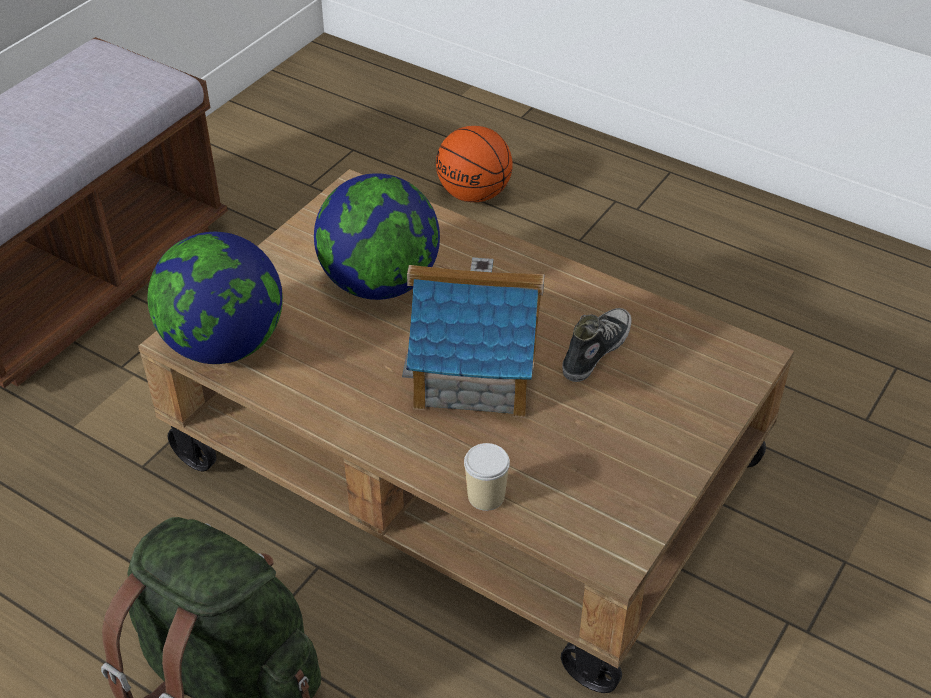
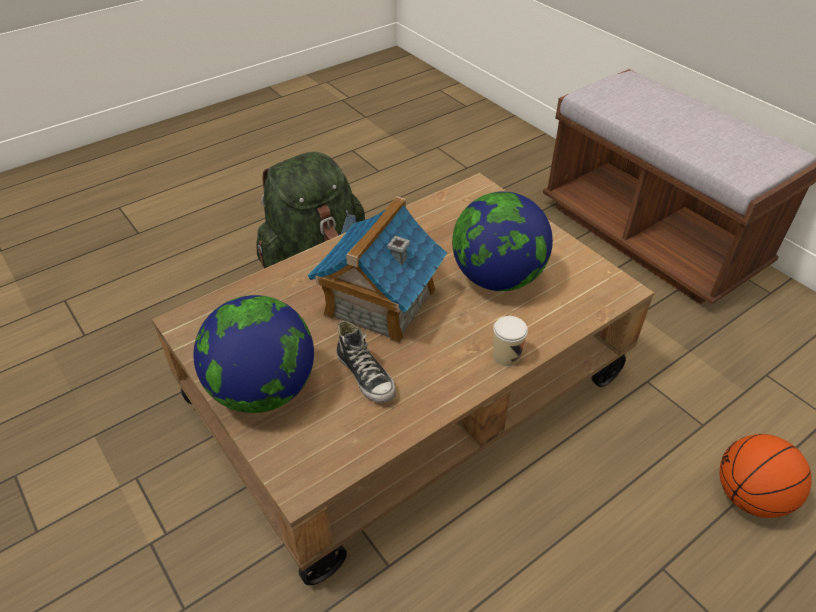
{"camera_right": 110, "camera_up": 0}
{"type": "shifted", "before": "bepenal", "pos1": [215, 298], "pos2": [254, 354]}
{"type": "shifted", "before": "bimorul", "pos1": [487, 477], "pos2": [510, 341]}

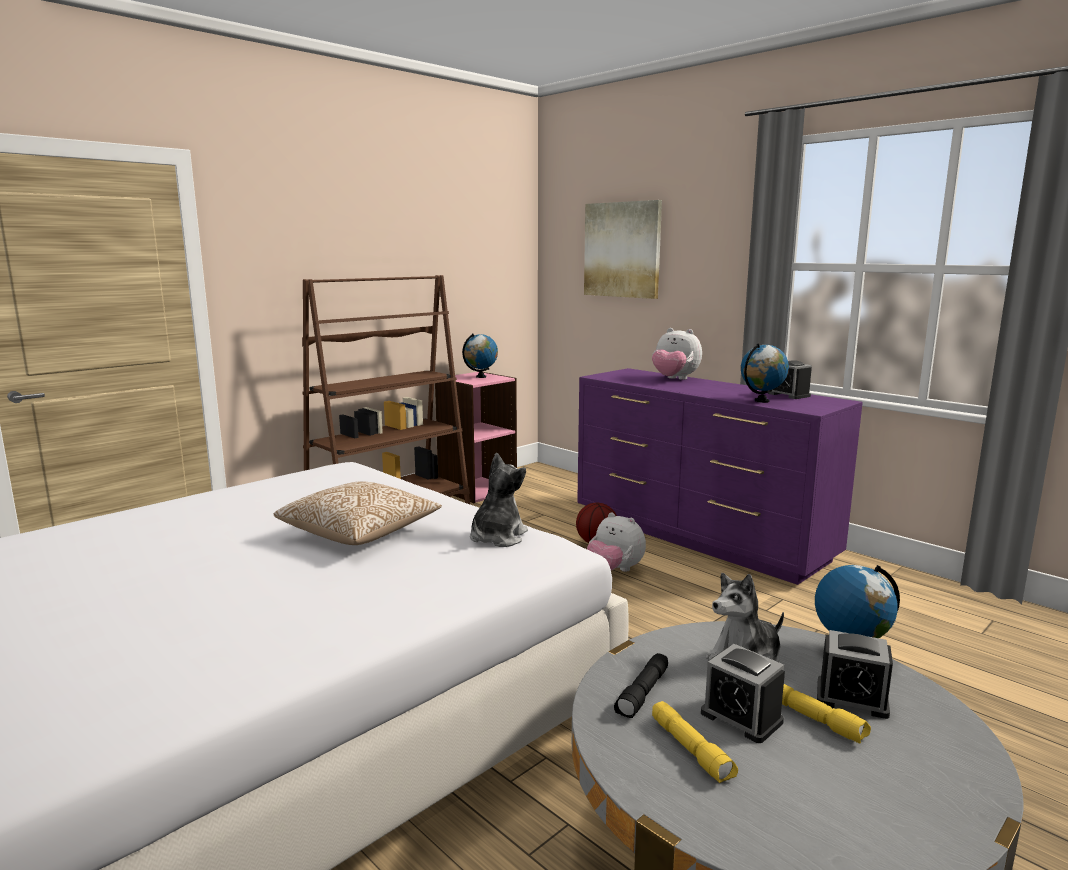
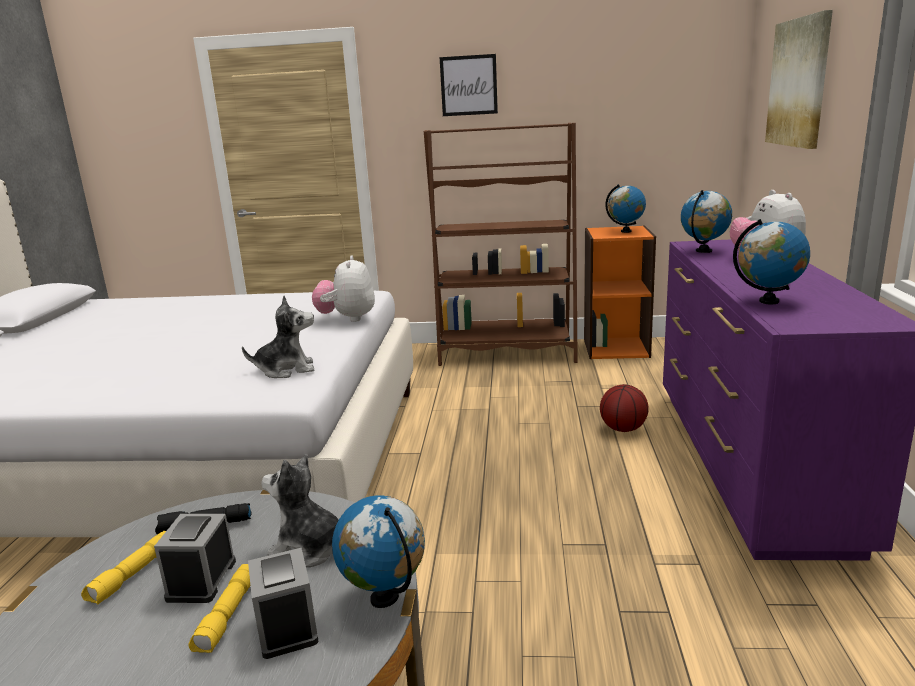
{"camera_right": 50, "camera_up": 5}
{"type": "shifted", "before": "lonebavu", "pos1": [616, 542], "pos2": [343, 289]}
{"type": "new", "after": "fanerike", "pos2": [469, 85]}
{"type": "repainted", "before": "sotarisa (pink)", "after": "sotarisa (orange)", "pos1": [476, 437], "pos2": [620, 292]}
{"type": "new", "after": "bepenal", "pos2": [706, 221]}
{"type": "gone", "before": "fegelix", "pos1": [358, 513]}
{"type": "gone", "before": "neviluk", "pos1": [790, 379]}

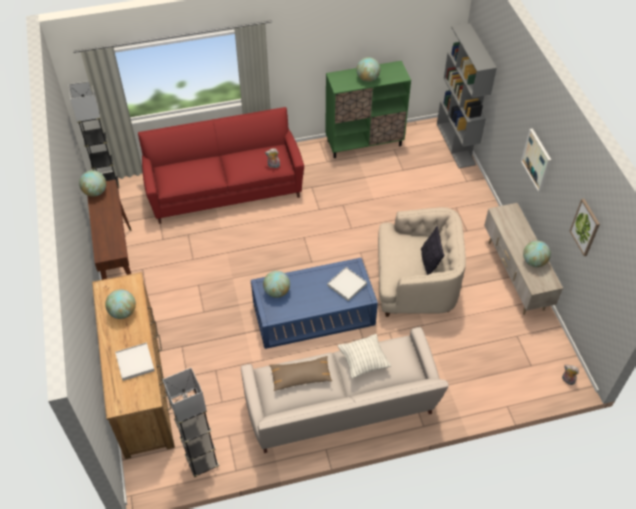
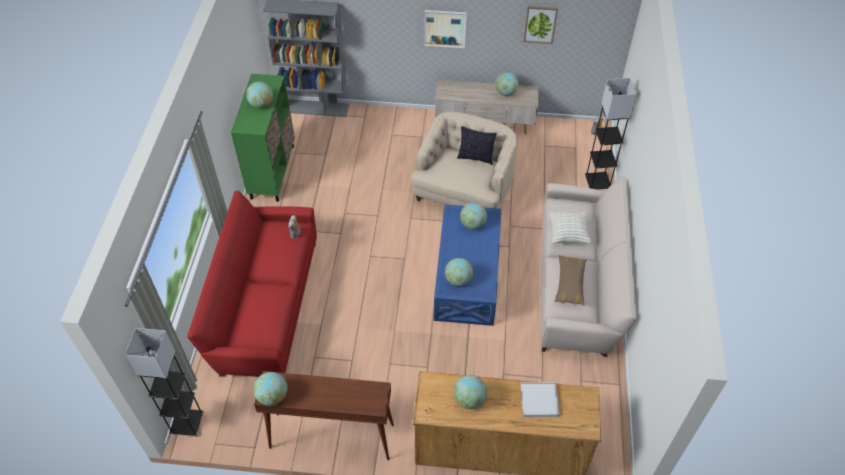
{"camera_right": -70, "camera_up": 0}
{"type": "swapped", "before": "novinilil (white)", "after": "bepenal", "pos1": [347, 284], "pos2": [473, 216]}
{"type": "shifted", "before": "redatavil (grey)", "pos1": [190, 422], "pos2": [611, 133]}

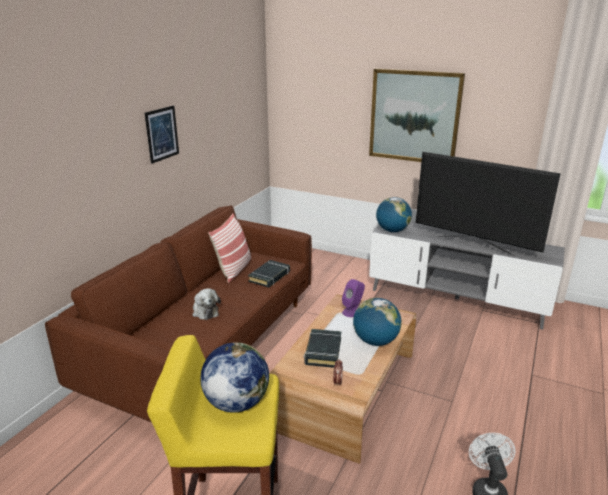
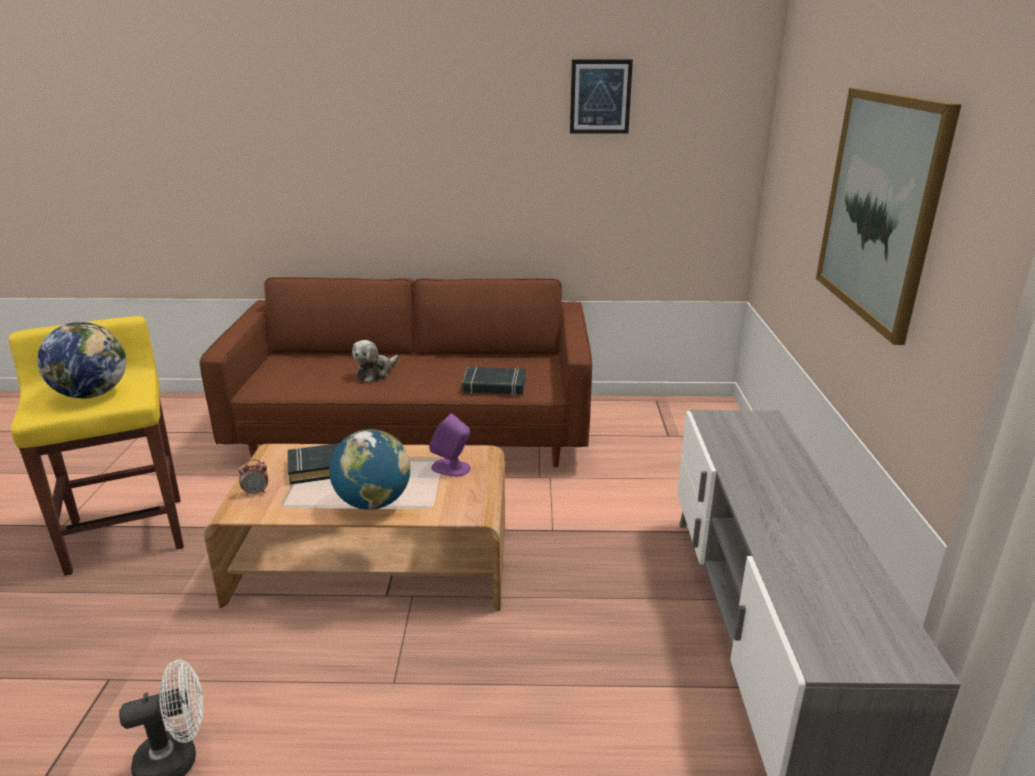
{"camera_right": 65, "camera_up": 0}
{"type": "shifted", "before": "fanerike", "pos1": [162, 135], "pos2": [601, 96]}
{"type": "gone", "before": "fegelix", "pos1": [229, 248]}
{"type": "gone", "before": "bepenal", "pos1": [394, 214]}
{"type": "gone", "before": "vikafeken", "pos1": [488, 204]}

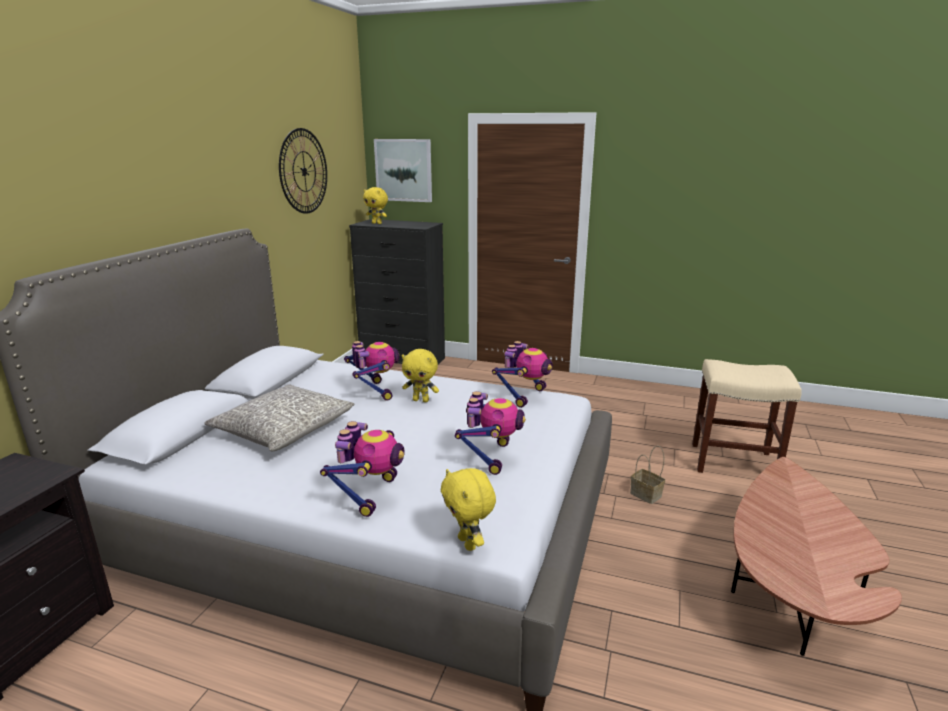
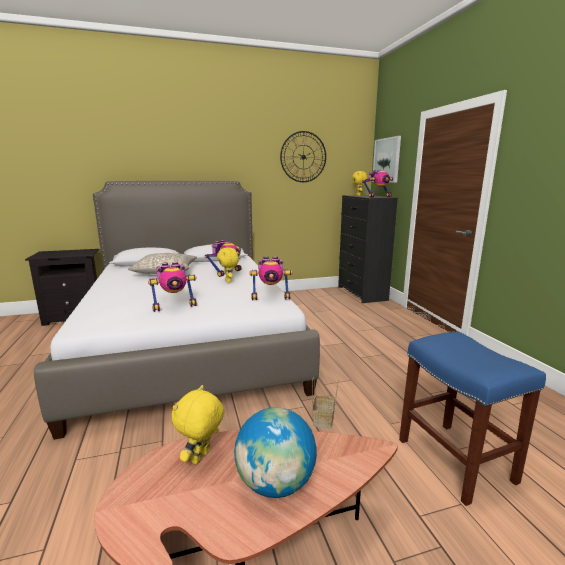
{"camera_right": 55, "camera_up": -5}
{"type": "shifted", "before": "lonebavu (yellow)", "pos1": [468, 509], "pos2": [198, 425]}
{"type": "new", "after": "bepenal", "pos2": [275, 452]}
{"type": "shifted", "before": "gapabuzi", "pos1": [362, 469], "pos2": [377, 184]}
{"type": "repainted", "before": "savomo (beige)", "after": "savomo (blue)", "pos1": [747, 416], "pos2": [472, 419]}

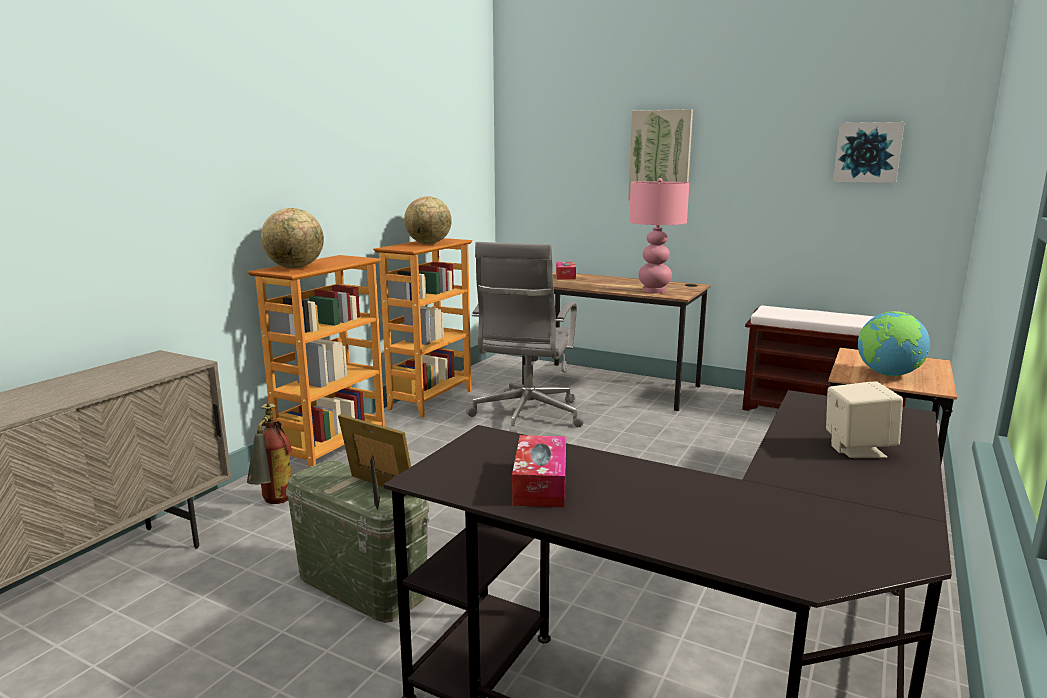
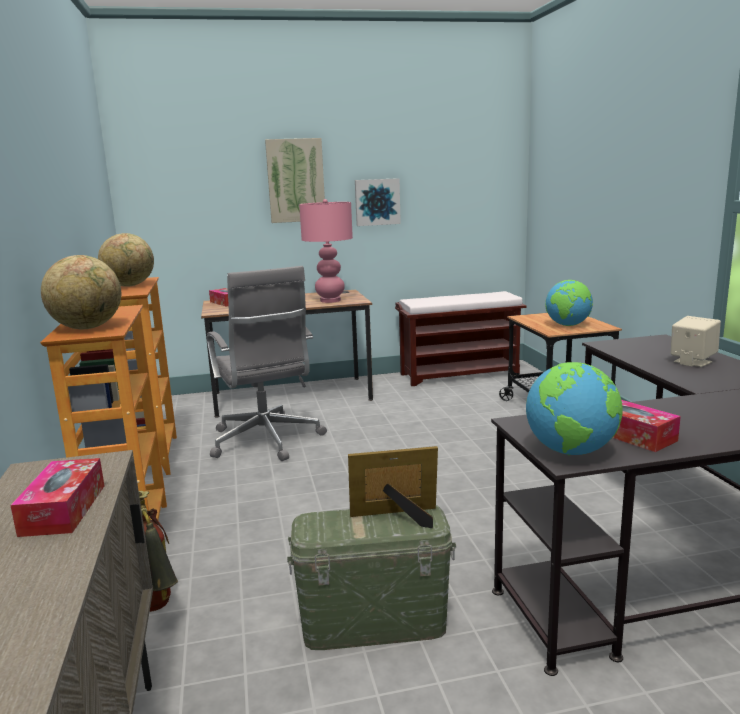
{"camera_right": -40, "camera_up": 0}
{"type": "new", "after": "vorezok", "pos2": [57, 497]}
{"type": "shifted", "before": "fanerike", "pos1": [869, 152], "pos2": [378, 202]}
{"type": "new", "after": "bepenal", "pos2": [574, 408]}

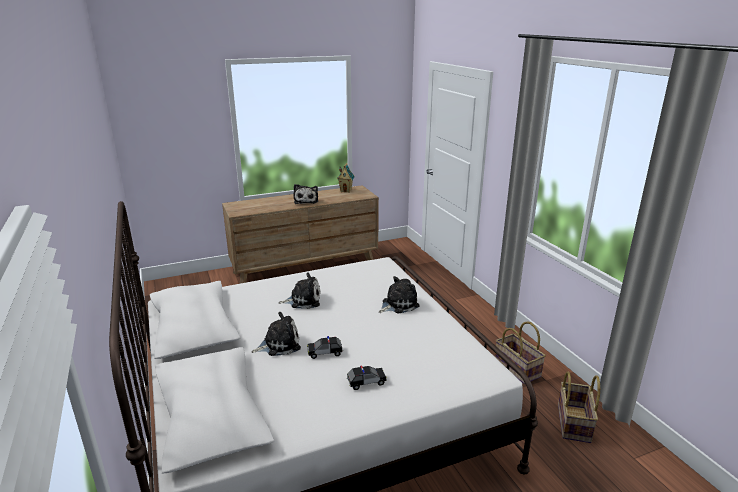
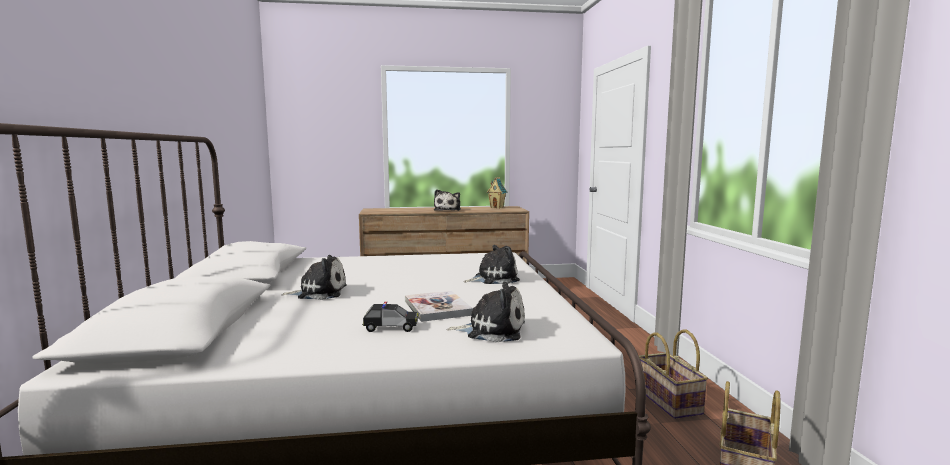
{"camera_right": 15, "camera_up": -15}
{"type": "new", "after": "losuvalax", "pos2": [439, 306]}
{"type": "shifted", "before": "lonebavu", "pos1": [299, 290], "pos2": [486, 312]}
{"type": "gone", "before": "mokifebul", "pos1": [325, 347]}

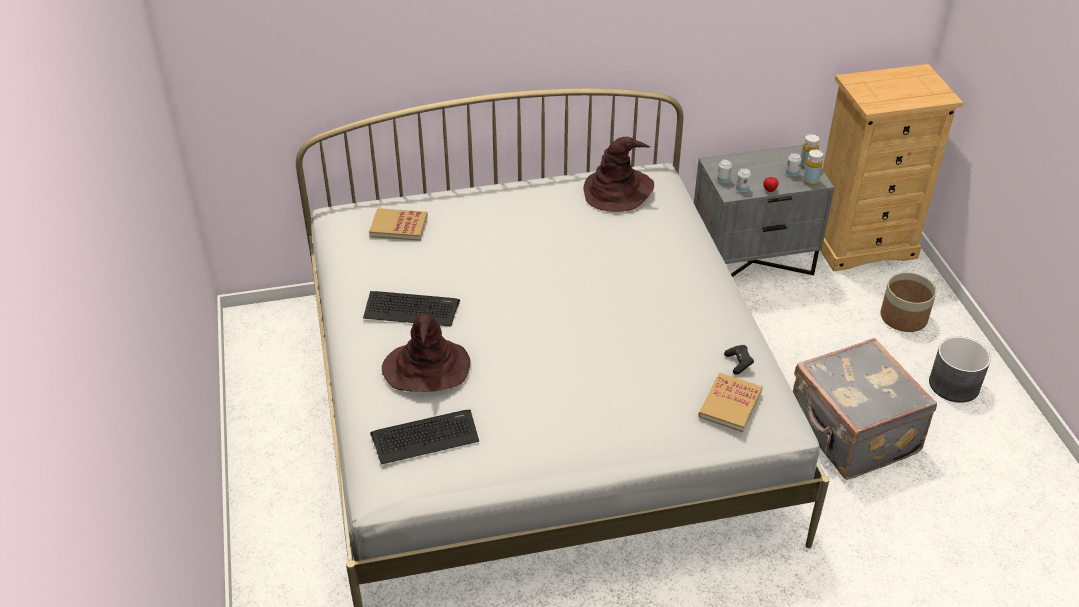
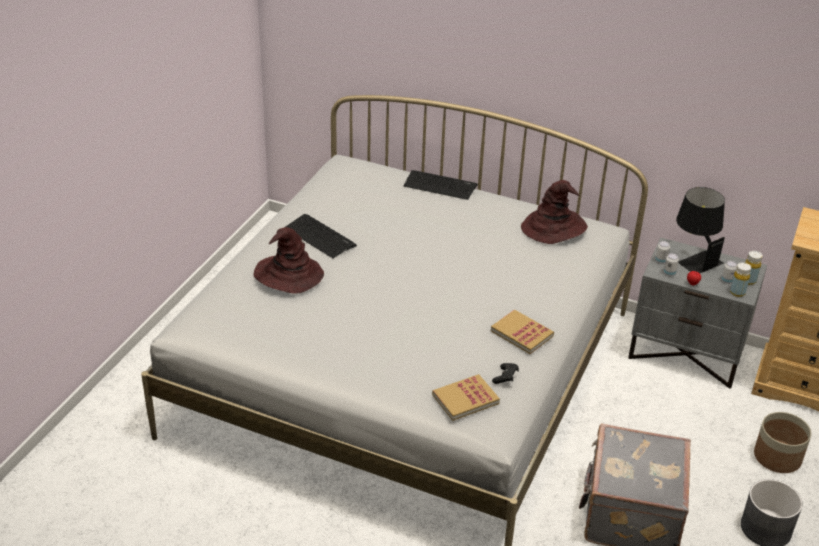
{"camera_right": 35, "camera_up": -5}
{"type": "shifted", "before": "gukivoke", "pos1": [424, 437], "pos2": [441, 185]}
{"type": "shifted", "before": "losuvalax", "pos1": [398, 224], "pos2": [522, 331]}
{"type": "new", "after": "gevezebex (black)", "pos2": [700, 230]}

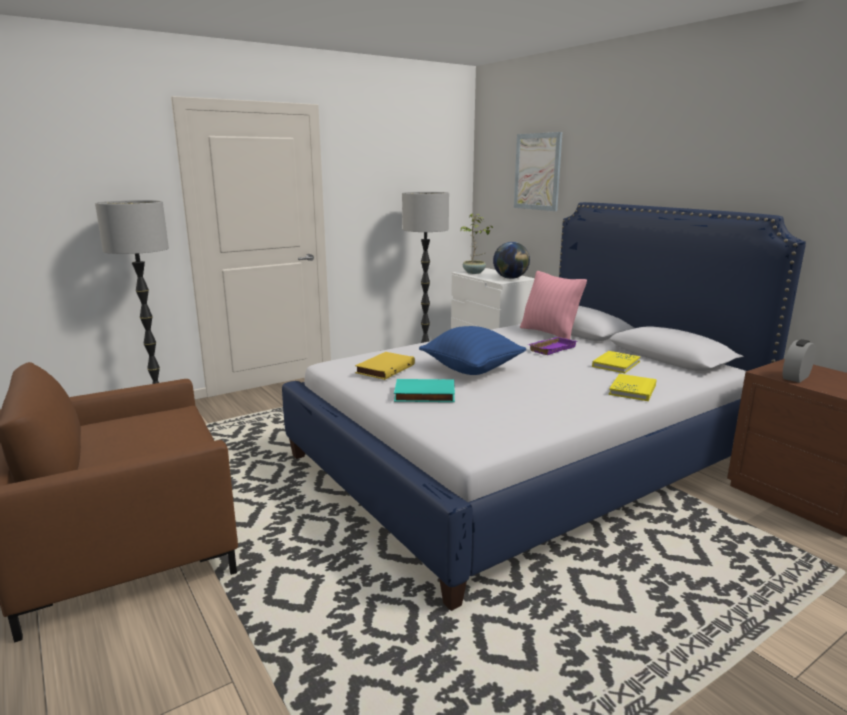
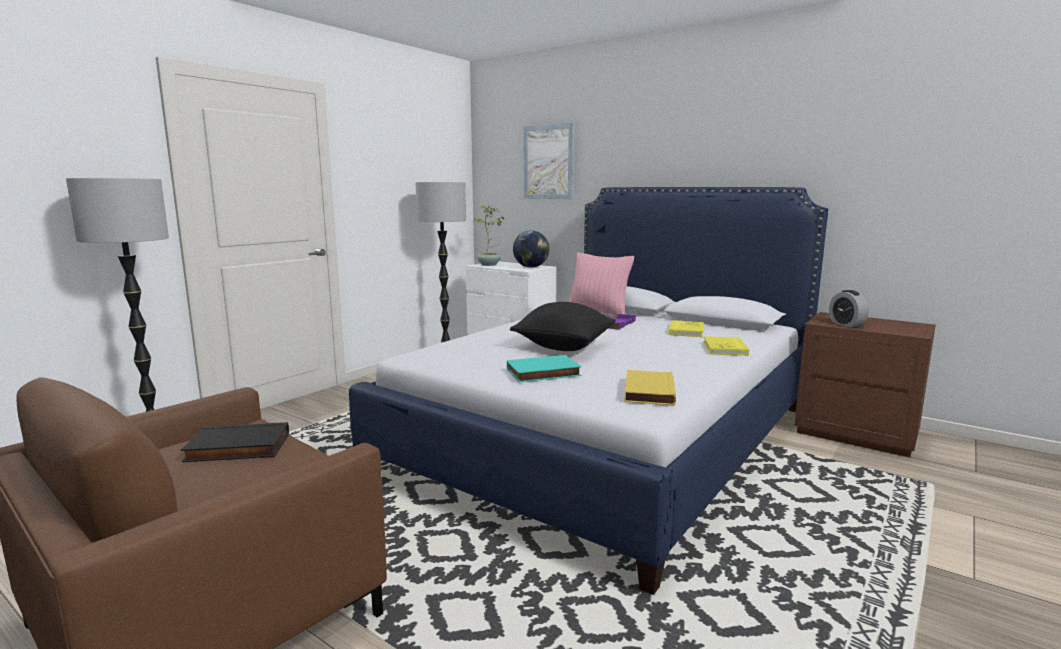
{"camera_right": -20, "camera_up": -5}
{"type": "new", "after": "losuvalax (black)", "pos2": [235, 442]}
{"type": "repainted", "before": "fegelix (blue)", "after": "fegelix (black)", "pos1": [473, 350], "pos2": [563, 326]}
{"type": "shifted", "before": "losuvalax (yellow)", "pos1": [385, 366], "pos2": [650, 388]}
{"type": "rotated", "before": "neviluk", "pos1": [799, 361], "pos2": [849, 308], "turn": -45}

